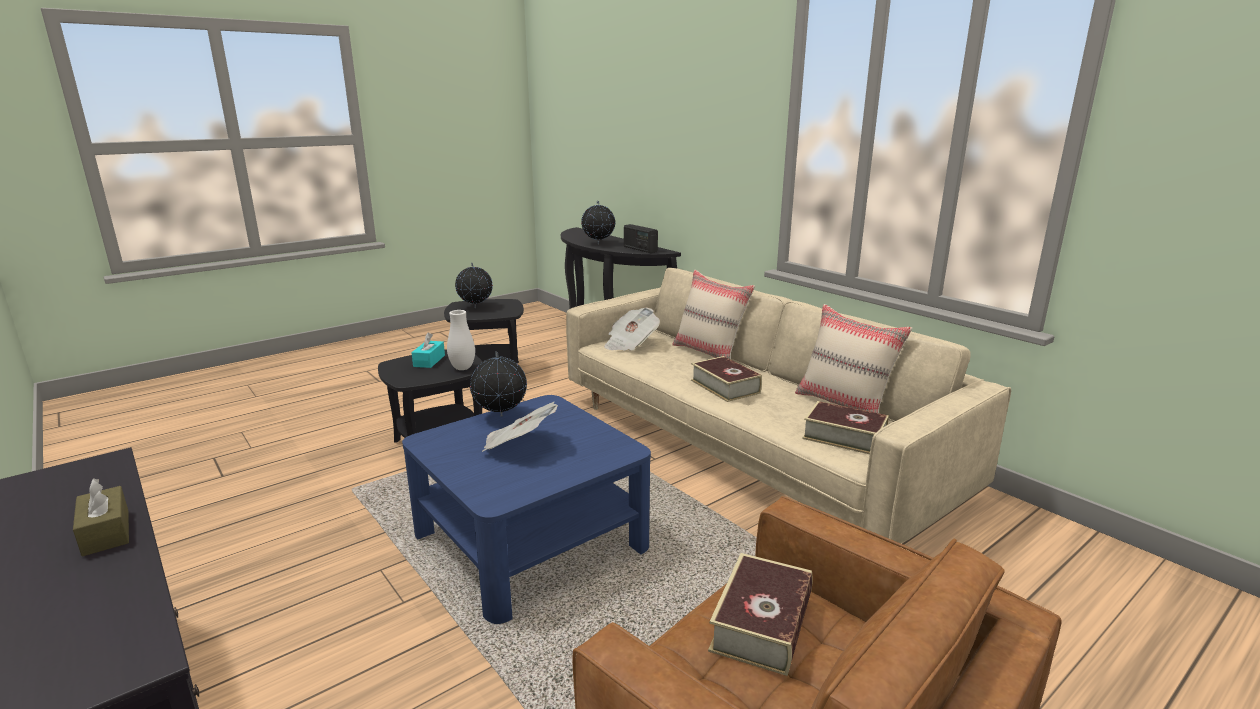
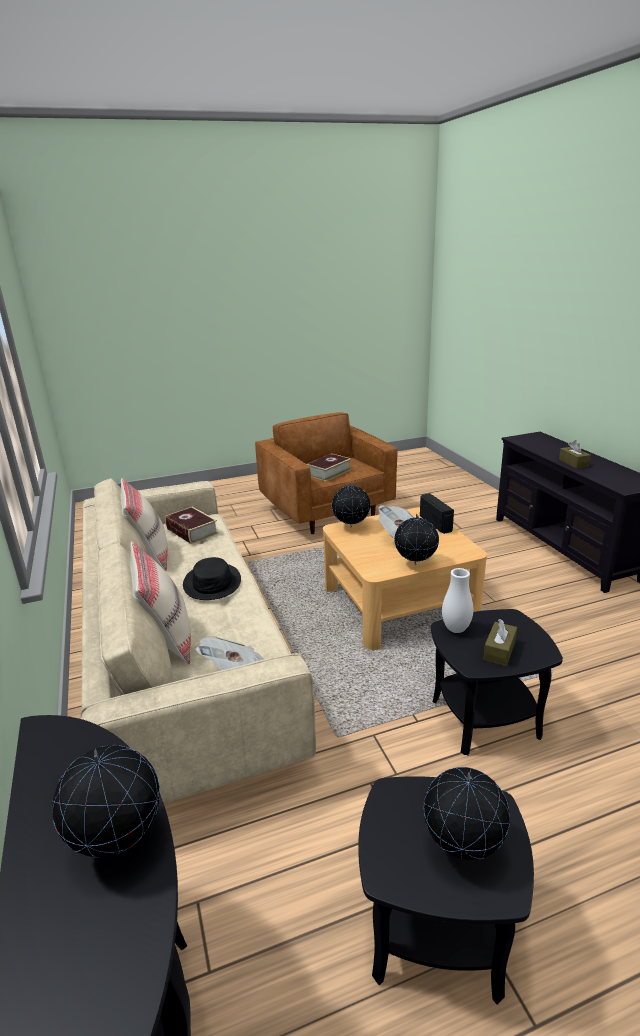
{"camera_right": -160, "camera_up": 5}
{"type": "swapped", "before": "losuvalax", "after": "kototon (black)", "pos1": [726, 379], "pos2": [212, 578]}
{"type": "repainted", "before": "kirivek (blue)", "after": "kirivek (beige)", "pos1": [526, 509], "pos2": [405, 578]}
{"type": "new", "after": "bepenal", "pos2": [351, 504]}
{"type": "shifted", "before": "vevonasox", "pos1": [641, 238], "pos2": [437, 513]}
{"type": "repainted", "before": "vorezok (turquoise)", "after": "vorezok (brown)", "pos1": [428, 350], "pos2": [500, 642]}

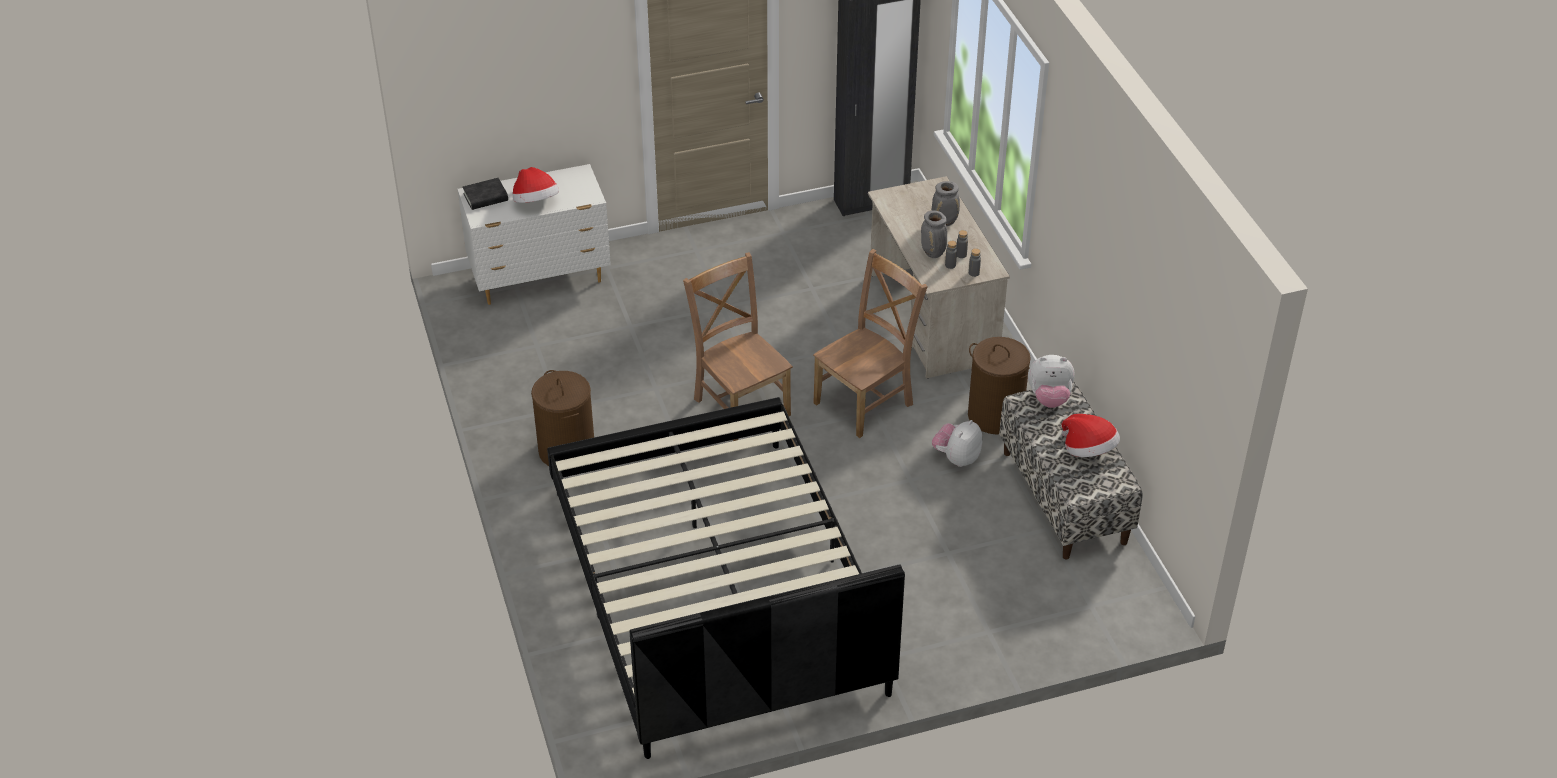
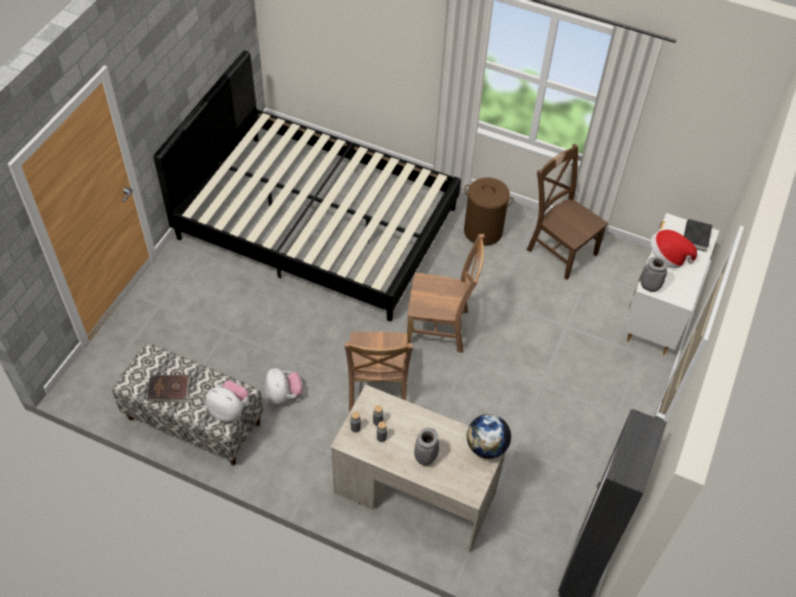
{"camera_right": 130, "camera_up": 10}
{"type": "swapped", "before": "kototon", "after": "losuvalax (brown)", "pos1": [1091, 435], "pos2": [168, 388]}
{"type": "rotated", "before": "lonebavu", "pos1": [1051, 381], "pos2": [227, 401], "turn": 75}
{"type": "new", "after": "bepenal", "pos2": [489, 436]}
{"type": "new", "after": "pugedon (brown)", "pos2": [567, 212]}
{"type": "shifted", "before": "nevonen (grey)", "pos1": [934, 234], "pos2": [654, 274]}
{"type": "gone", "before": "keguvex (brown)", "pos1": [999, 385]}

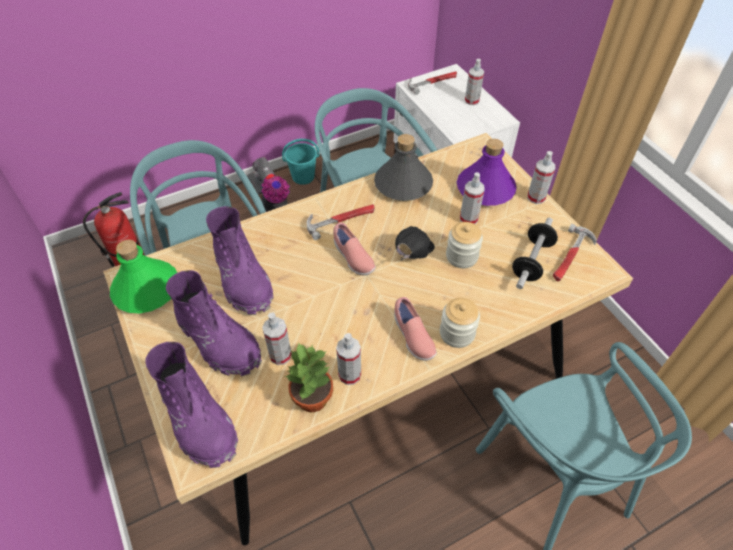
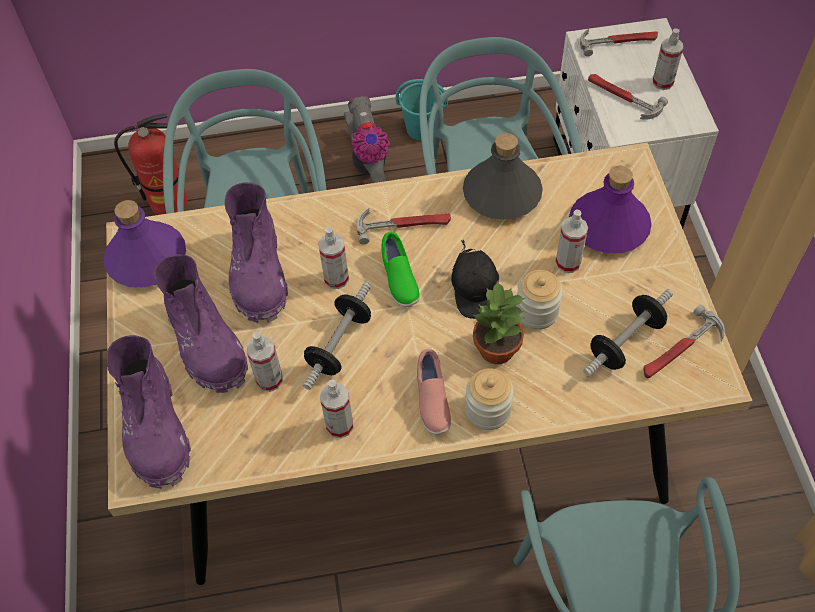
{"camera_right": 20, "camera_up": 5}
{"type": "repainted", "before": "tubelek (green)", "after": "tubelek (purple)", "pos1": [143, 276], "pos2": [145, 244]}
{"type": "new", "after": "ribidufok", "pos2": [337, 336]}
{"type": "shifted", "before": "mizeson", "pos1": [541, 177], "pos2": [333, 258]}
{"type": "repainted", "before": "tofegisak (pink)", "after": "tofegisak (green)", "pos1": [354, 249], "pos2": [400, 269]}
{"type": "rotated", "before": "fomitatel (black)", "pos1": [415, 243], "pos2": [475, 279], "turn": 120}
{"type": "shifted", "before": "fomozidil", "pos1": [309, 377], "pos2": [499, 322]}
{"type": "new", "after": "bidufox", "pos2": [628, 97]}

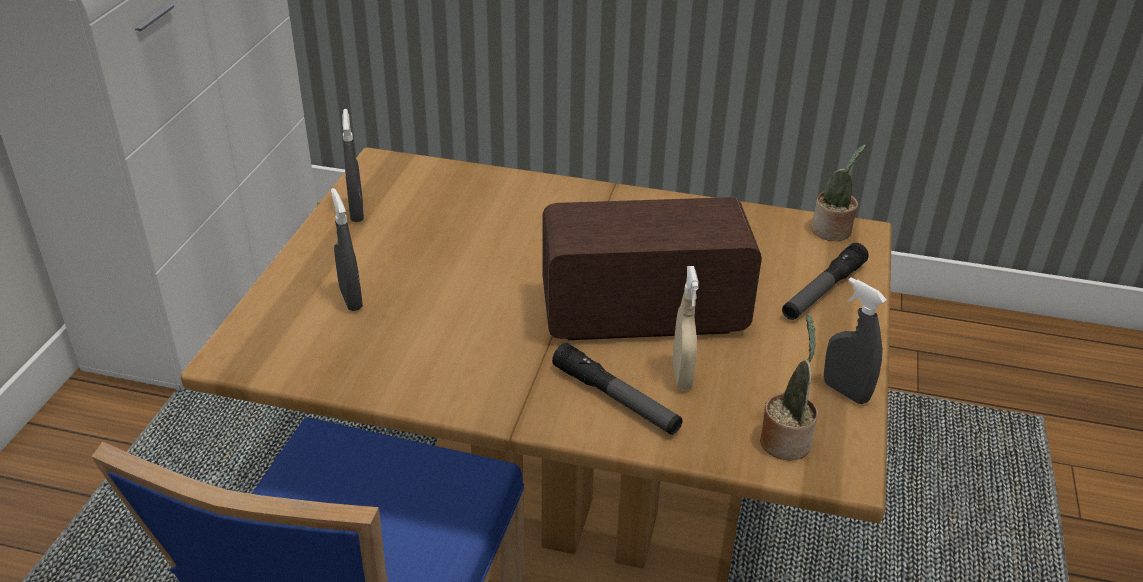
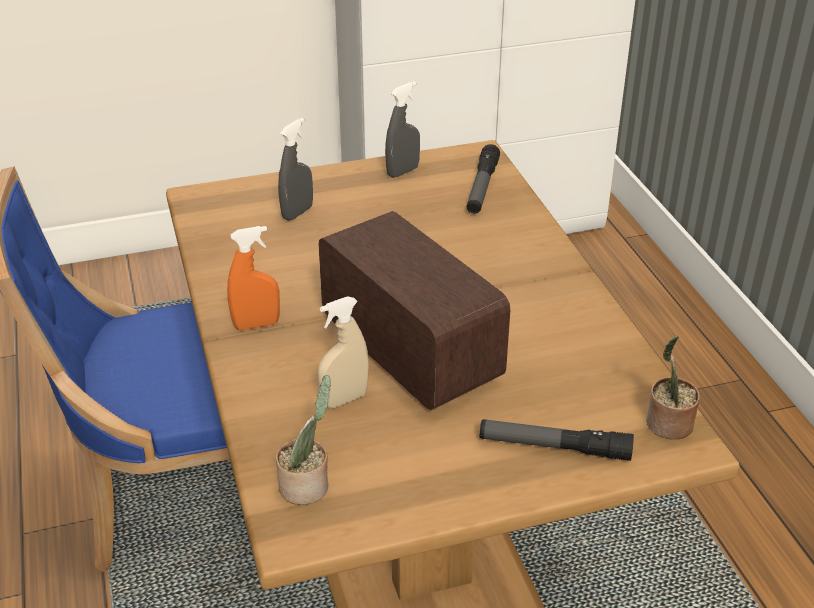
{"camera_right": 60, "camera_up": 0}
{"type": "new", "after": "mizeson (orange)", "pos2": [253, 278]}
{"type": "shifted", "before": "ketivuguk", "pos1": [617, 389], "pos2": [483, 179]}
{"type": "gone", "before": "mizeson (grey)", "pos1": [855, 340]}

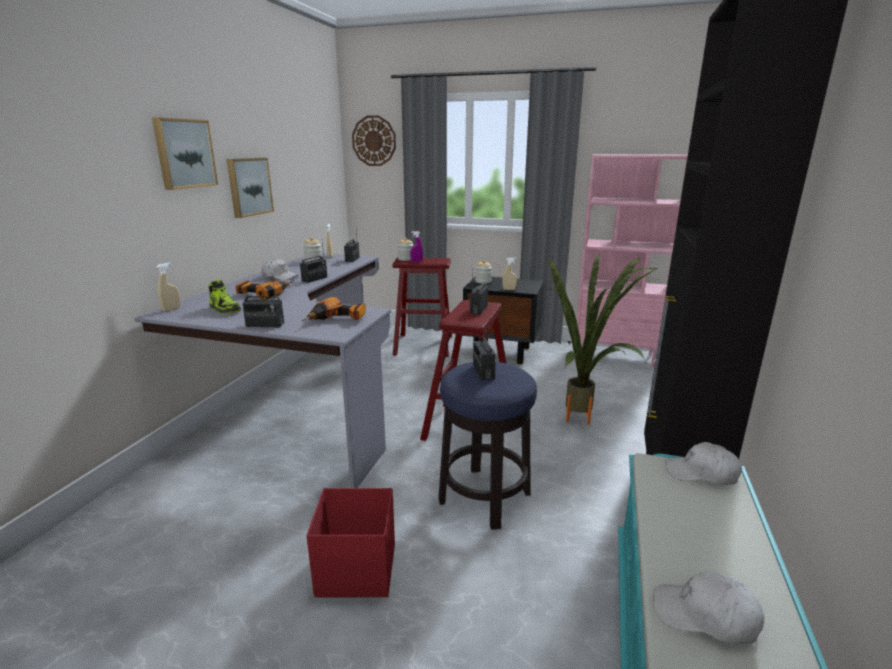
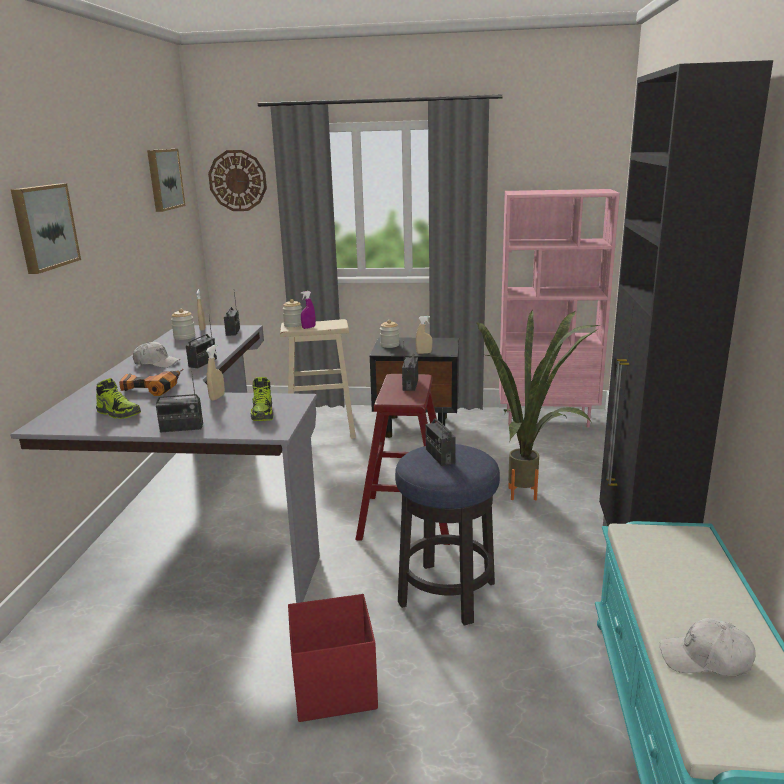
{"camera_right": -10, "camera_up": 0}
{"type": "shifted", "before": "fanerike", "pos1": [250, 188], "pos2": [166, 180]}
{"type": "shifted", "before": "mizeson (beige)", "pos1": [168, 287], "pos2": [215, 372]}
{"type": "swapped", "before": "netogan", "after": "tofegisak", "pos1": [334, 309], "pos2": [262, 399]}
{"type": "repainted", "before": "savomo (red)", "after": "savomo (beige)", "pos1": [422, 307], "pos2": [318, 379]}
{"type": "gone", "before": "fomitatel (white)", "pos1": [703, 463]}

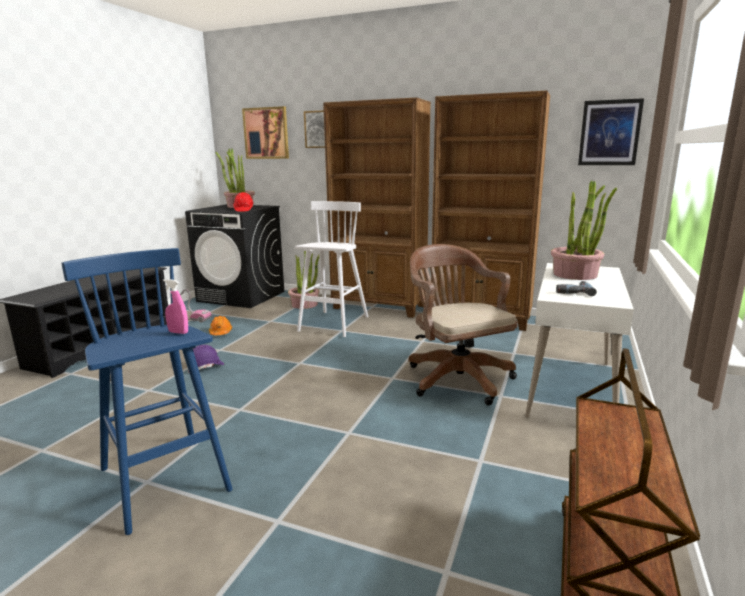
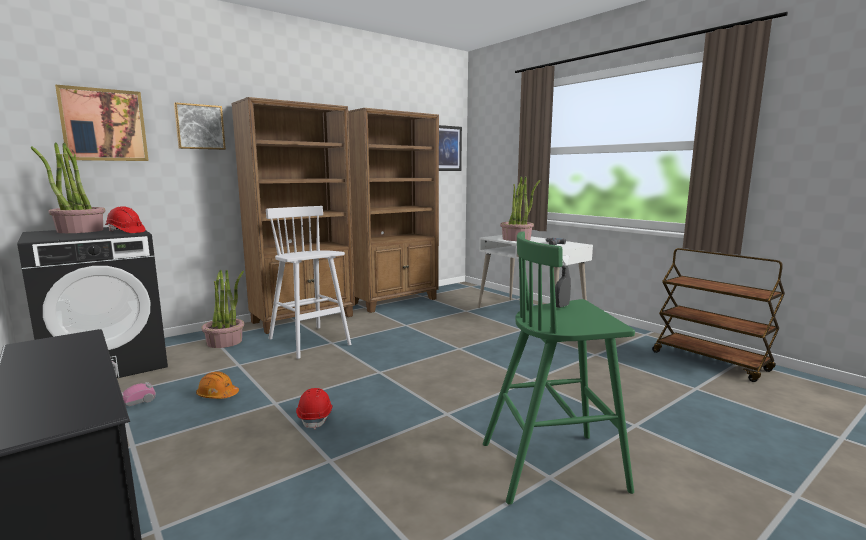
{"camera_right": -60, "camera_up": -5}
{"type": "repainted", "before": "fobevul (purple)", "after": "fobevul (red)", "pos1": [206, 358], "pos2": [314, 409]}
{"type": "repainted", "before": "savomo (blue)", "after": "savomo (green)", "pos1": [147, 391], "pos2": [559, 368]}
{"type": "repainted", "before": "mizeson (pink)", "after": "mizeson (grey)", "pos1": [175, 306], "pos2": [563, 281]}
{"type": "gone", "before": "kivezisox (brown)", "pos1": [463, 324]}

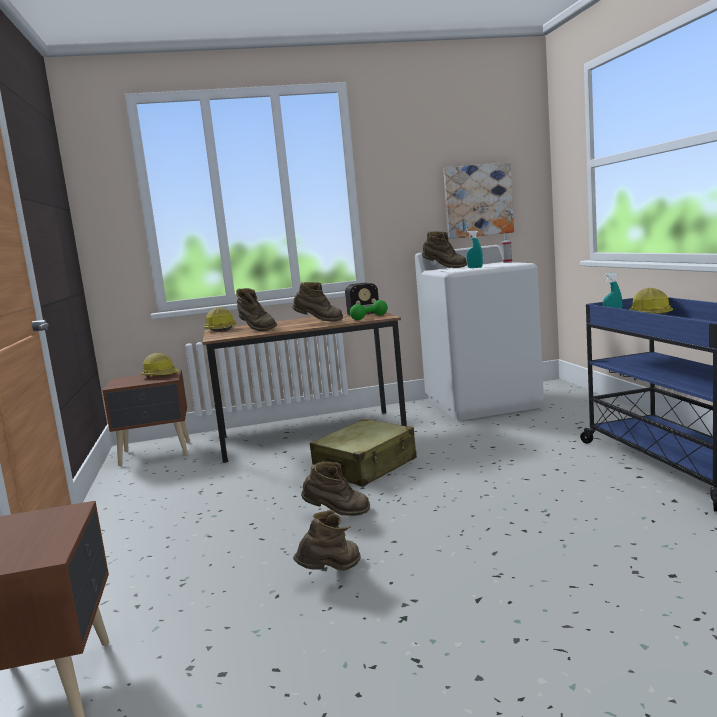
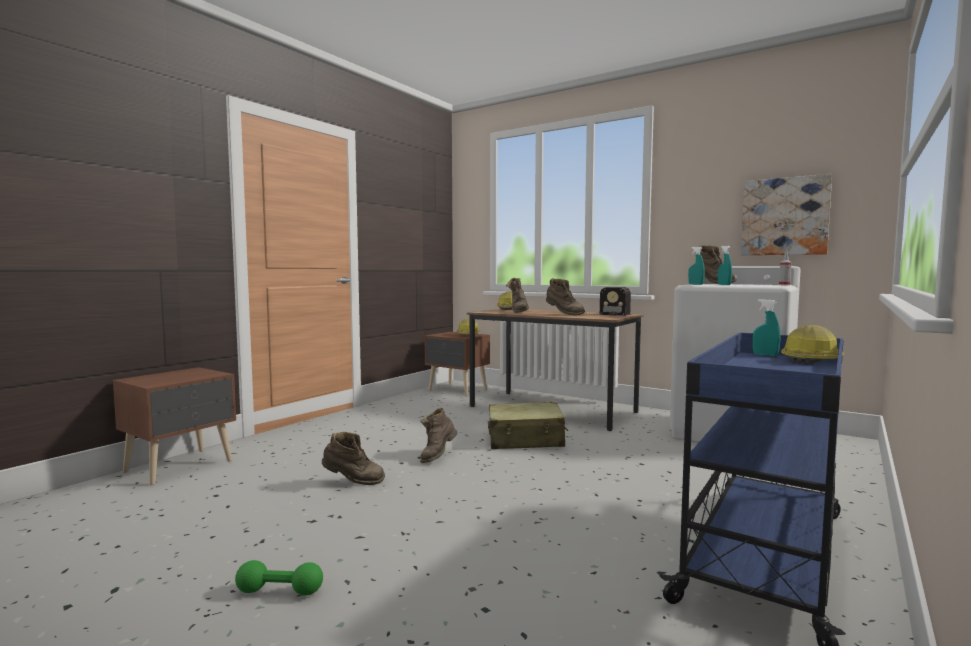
{"camera_right": 45, "camera_up": -5}
{"type": "shifted", "before": "ribidufok (green)", "pos1": [369, 310], "pos2": [279, 578]}
{"type": "rotated", "before": "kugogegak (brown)", "pos1": [335, 489], "pos2": [439, 435], "turn": 75}
{"type": "new", "after": "mizeson (turquoise)", "pos2": [696, 266]}

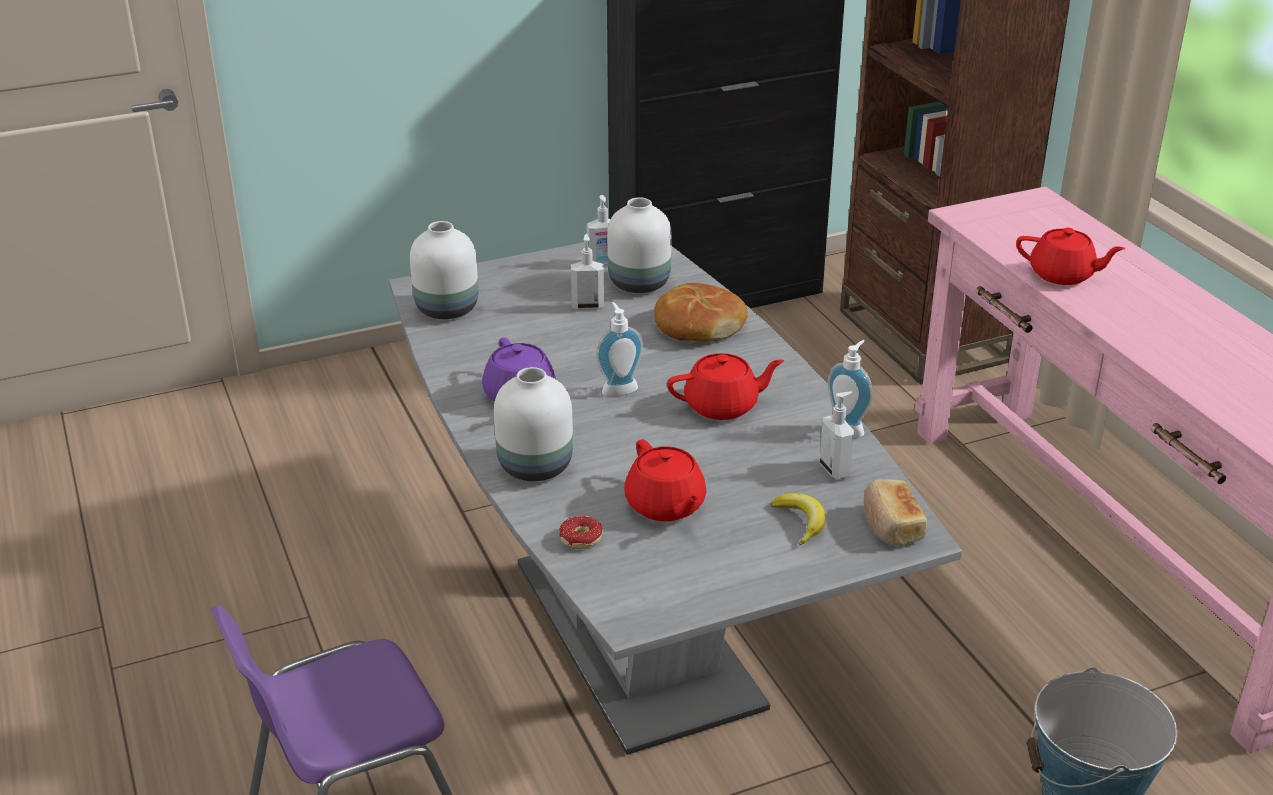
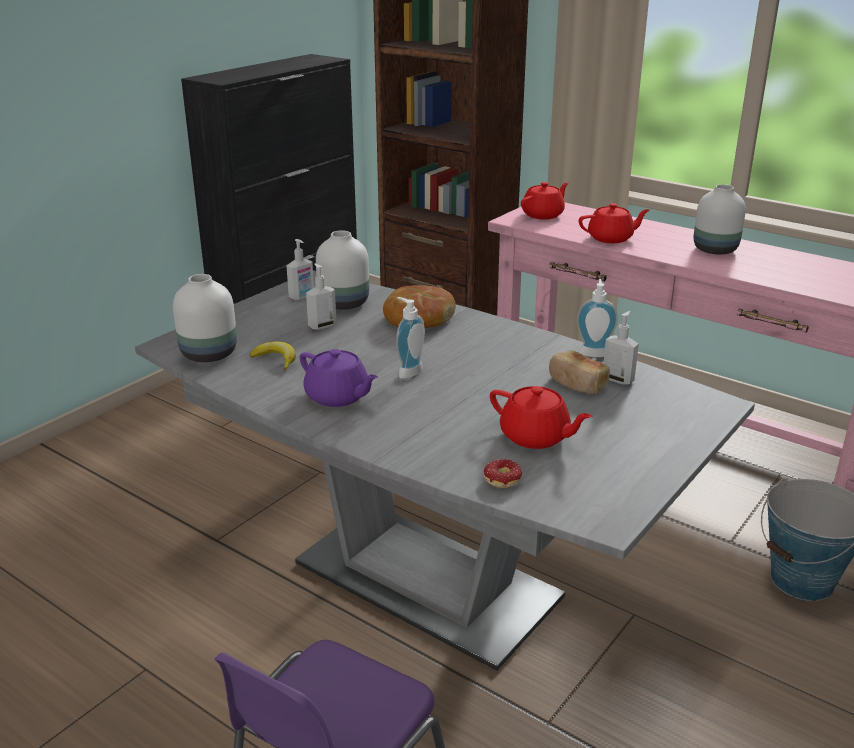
{"camera_right": -30, "camera_up": -5}
{"type": "shifted", "before": "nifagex", "pos1": [798, 519], "pos2": [272, 356]}
{"type": "shifted", "before": "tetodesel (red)", "pos1": [725, 386], "pos2": [544, 201]}
{"type": "shifted", "before": "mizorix", "pos1": [895, 513], "pos2": [579, 372]}
{"type": "shifted", "before": "nevonen (white)", "pos1": [533, 424], "pos2": [720, 219]}

